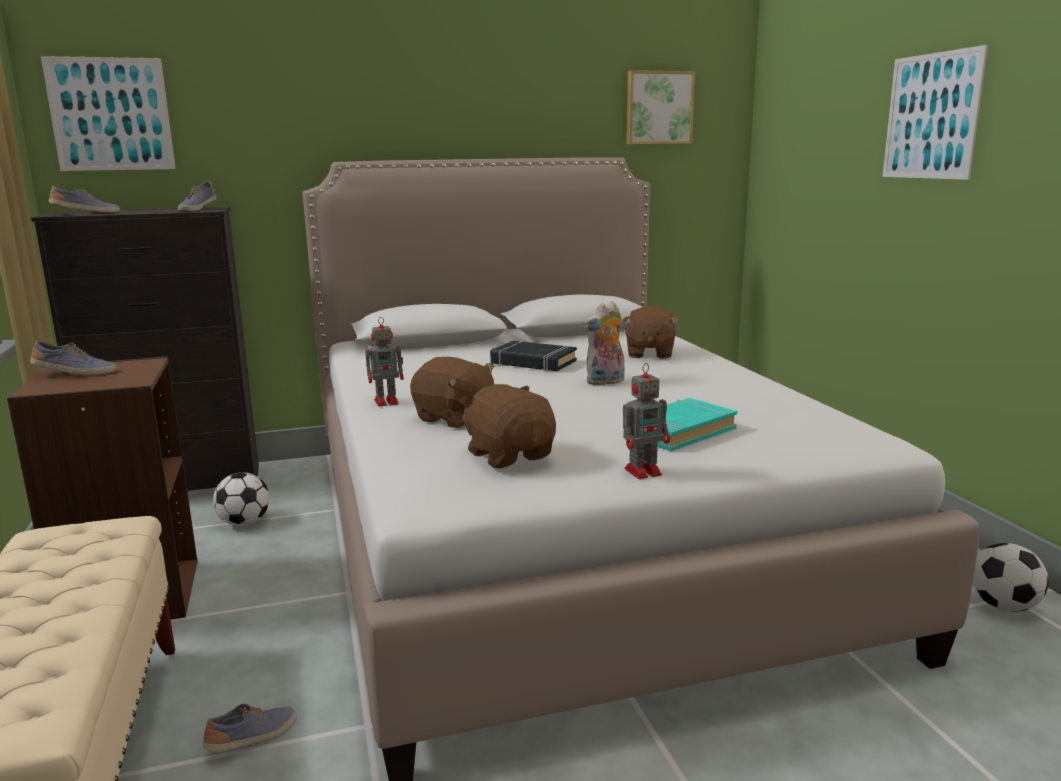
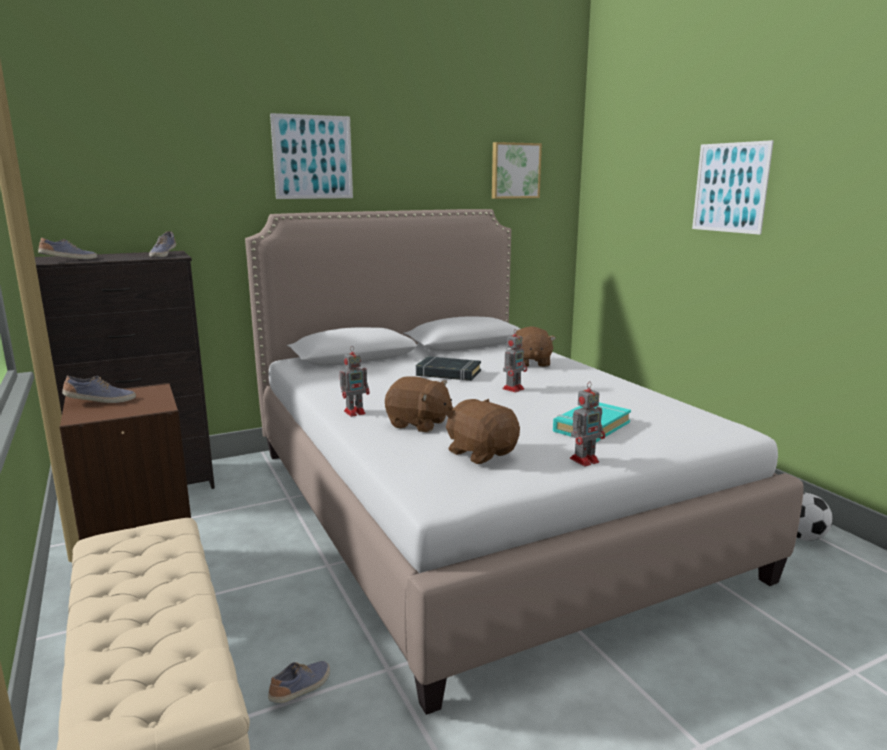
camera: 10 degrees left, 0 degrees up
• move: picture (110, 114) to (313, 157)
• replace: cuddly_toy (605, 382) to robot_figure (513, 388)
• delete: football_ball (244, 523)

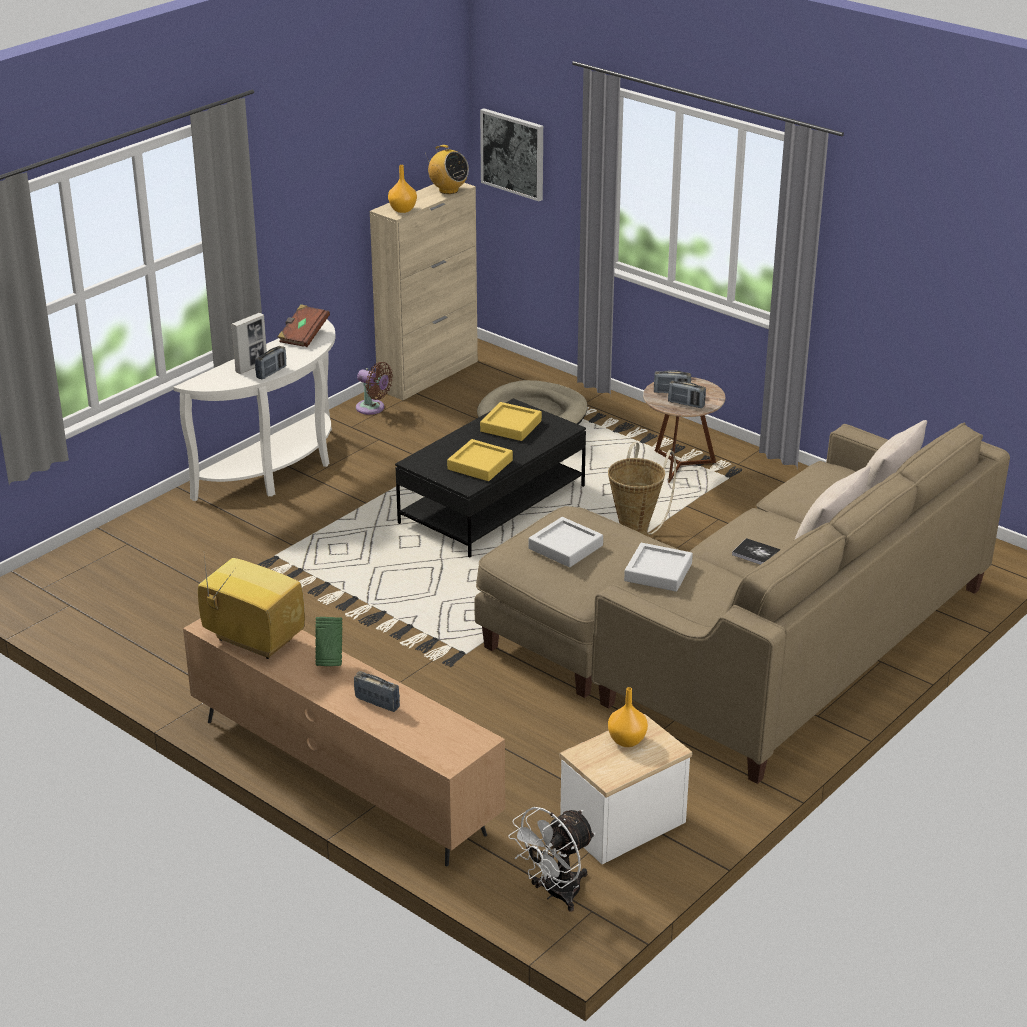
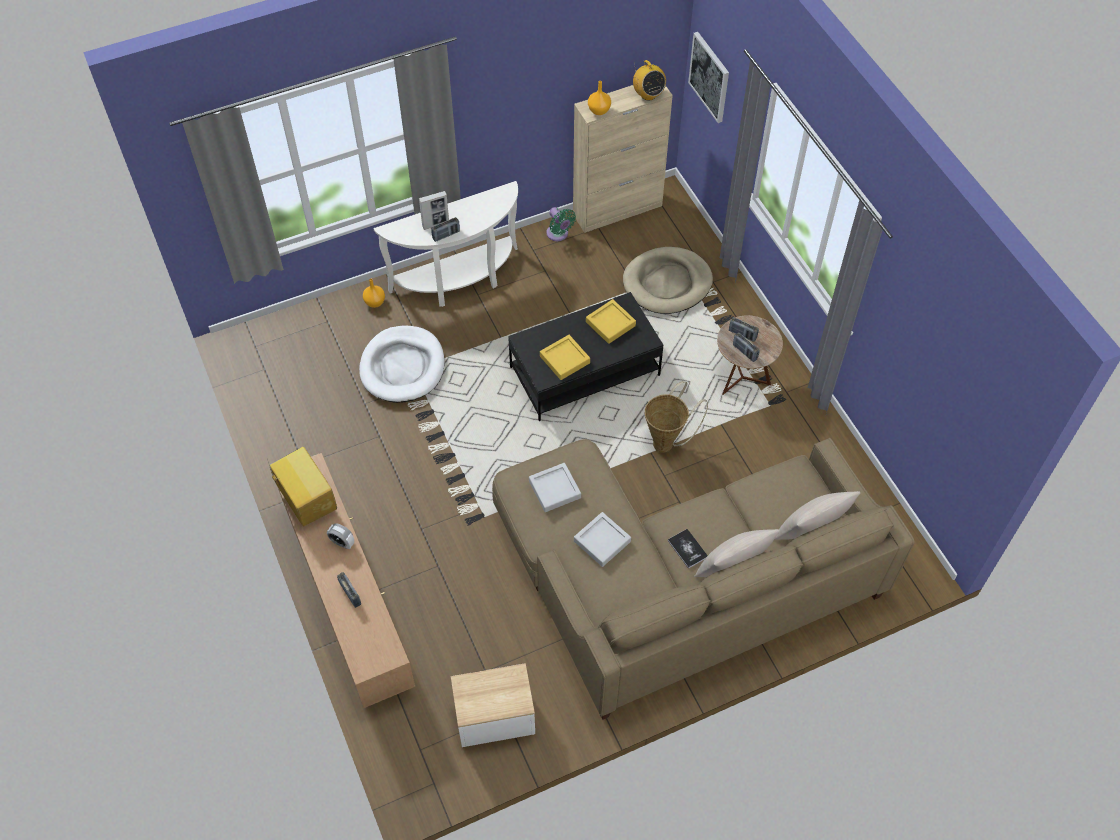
camera: 25 degrees right, 25 degrees up
• replace: green_vase (330, 662) to table_clock (342, 542)
• insert: white_pet_bed (402, 367)
• move: orange-coloured_vase (627, 740) to (375, 302)
• recolor: brown-coloured_fan (373, 408) to green_fan (558, 234)
• delete: brown-coloured_volume (303, 336)
• delete: white_fan (555, 894)

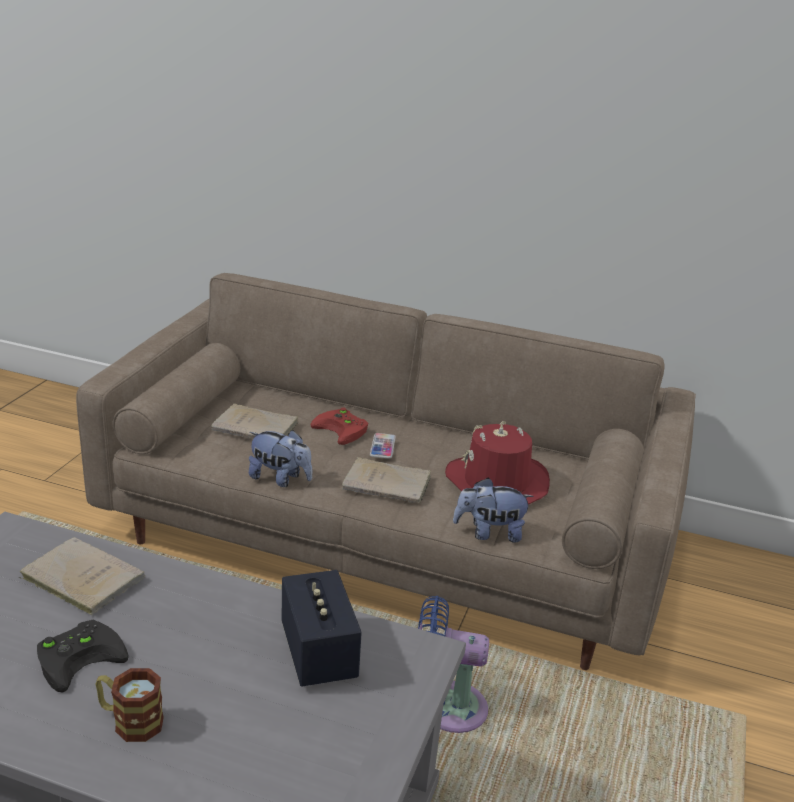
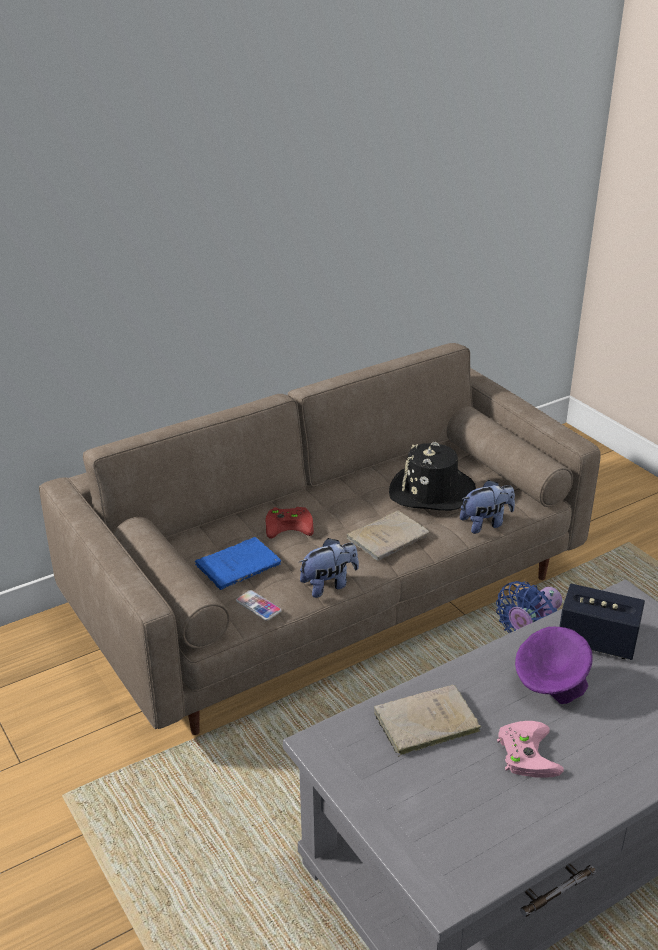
camera: 50 degrees left, 5 degrees up
• recolor: beige-coloured_volume (257, 428) to blue_volume (240, 565)
• move: phone (382, 446) to (258, 606)
• recolor: reddish_clothing_hat (496, 482) to black_clothing_hat (431, 491)
• rotate: cuddly_toy (489, 533) = (486, 523) 150 degrees counterclockwise
• recolor: black_gamepad (81, 656) to pink-coloured_gamepad (525, 752)
• insert: purplish_bowl (550, 688)
• delete: coffee_mug (130, 721)

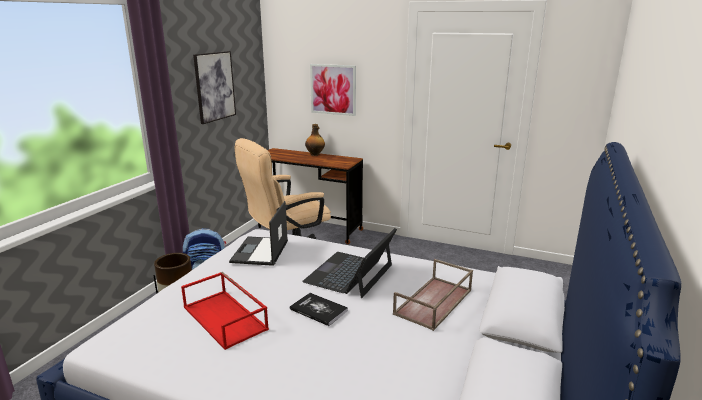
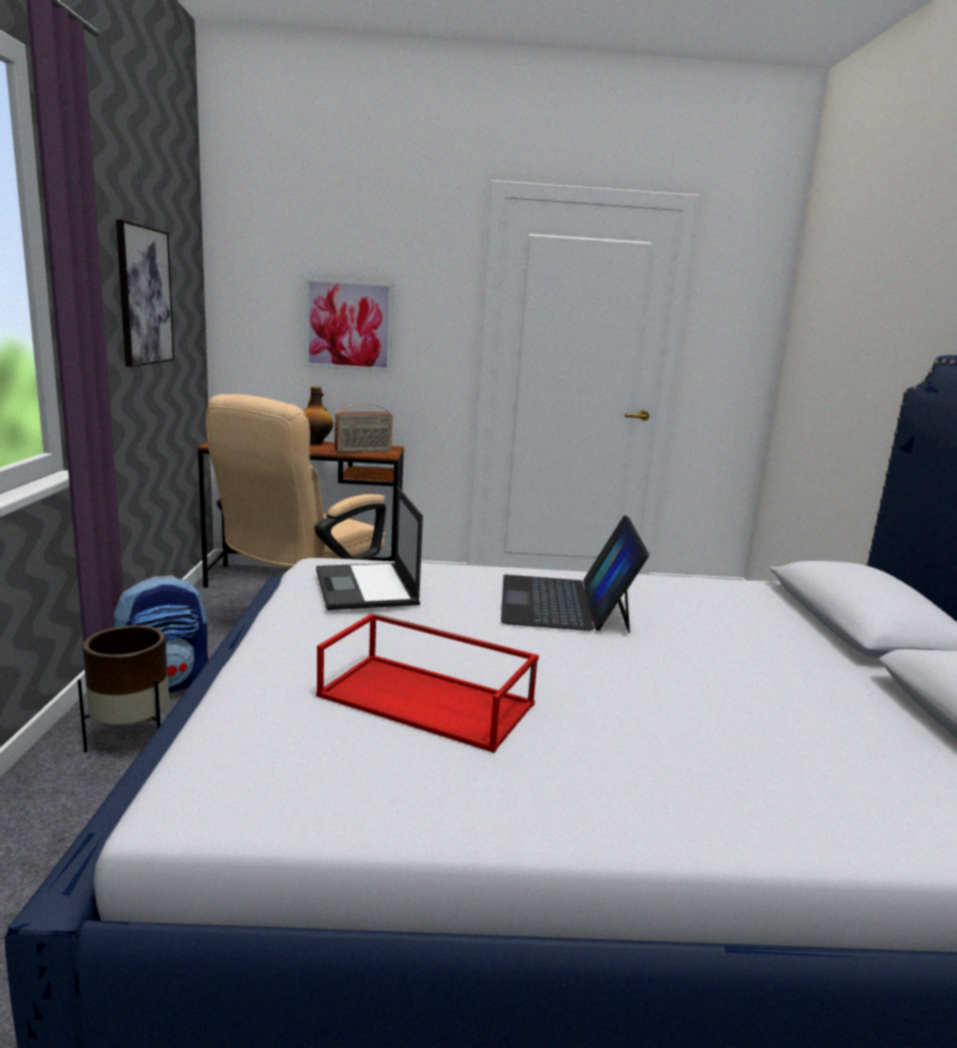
camera: 25 degrees left, 5 degrees down
• insert: radio_receiver (363, 451)
• delete: volume (318, 310)
• delete: brown-coloured_serving_tray (434, 302)

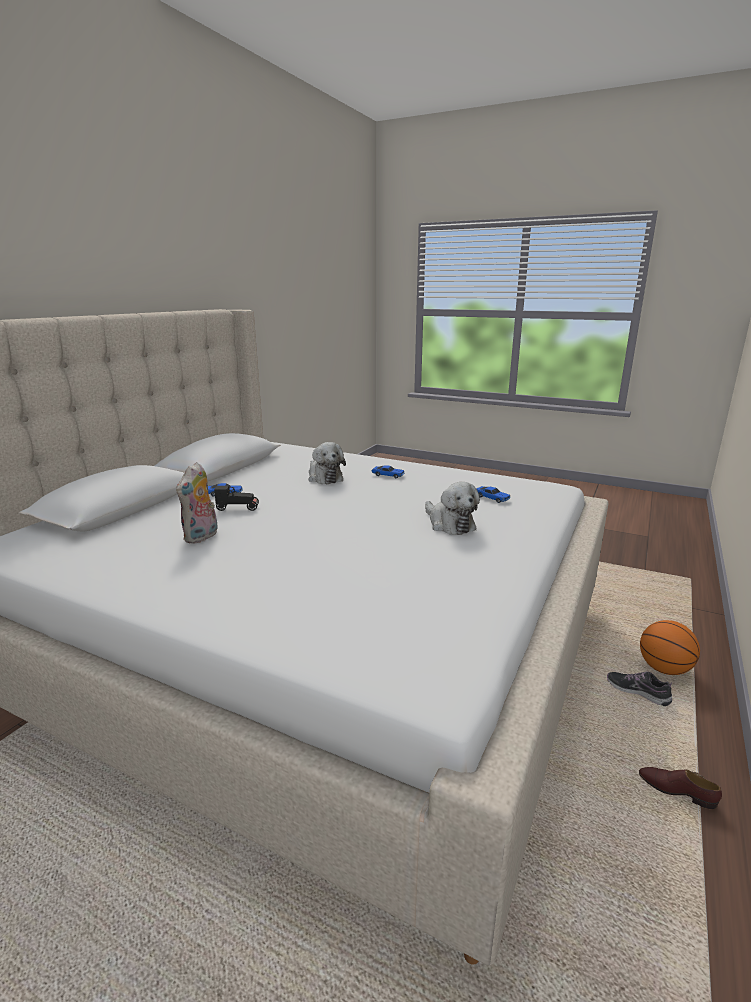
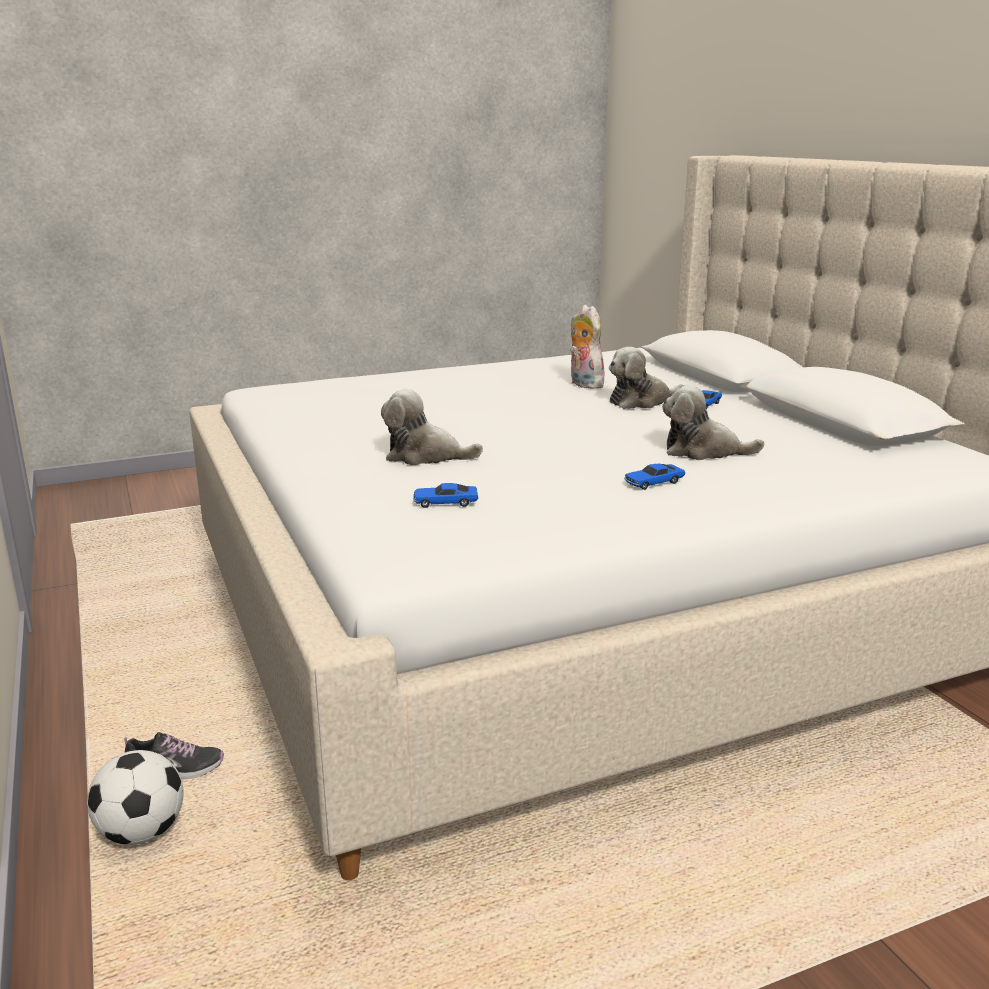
camera: 130 degrees right, 0 degrees up
• replace: basketball (664, 669) to football_ball (142, 832)
• replace: black_model_car (238, 508) to cuddly_toy (641, 402)
• delete: brown-coloured_shoe (676, 790)

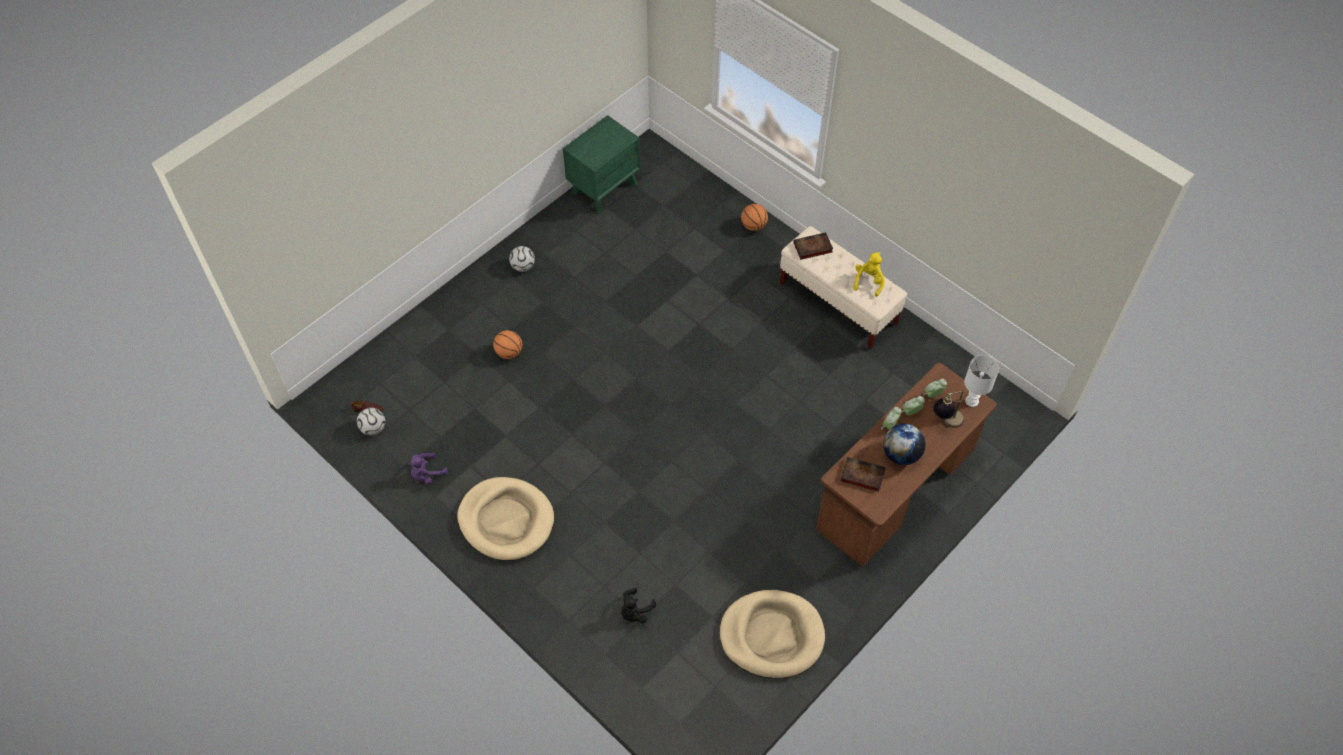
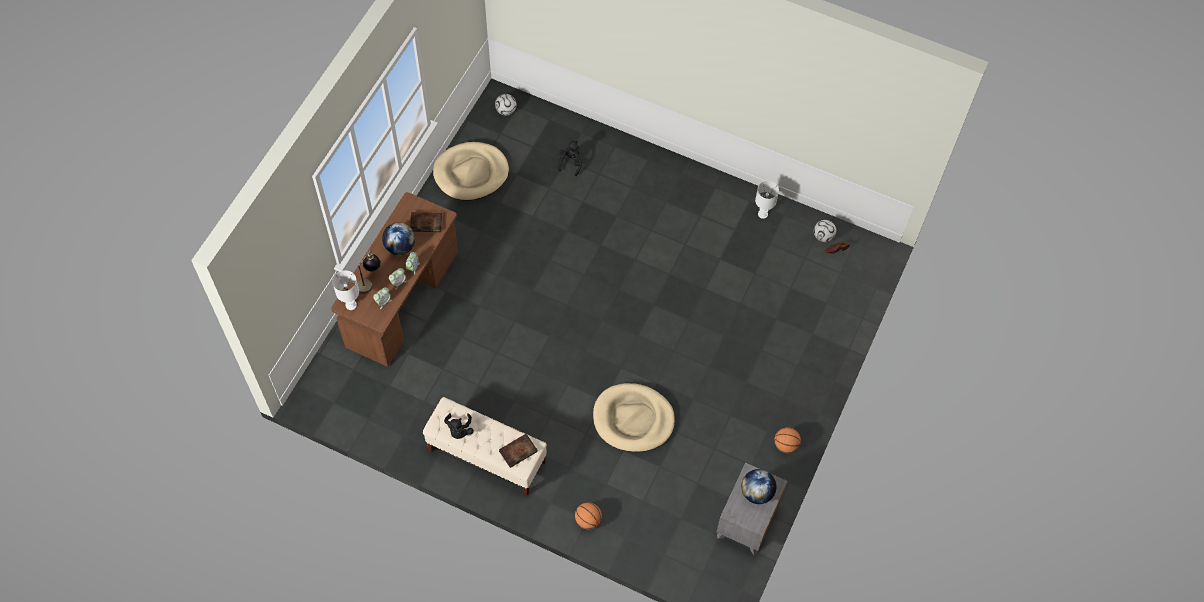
camera: 160 degrees right, 5 degrees up
• recolor: yellowish_cuddly_toy (868, 281) to black_cuddly_toy (459, 430)
• move: football_ball (523, 266) to (506, 111)
• move: beige-coloured_pet_bed (506, 520) to (633, 419)
• recolor: green_night_table (604, 187) to gray_night_table (747, 522)
• insert: globe (756, 492)
• replace: purplish_cuddly_toy (427, 474) to white_table_lamp (763, 214)
• move: basketball (509, 352) to (785, 445)

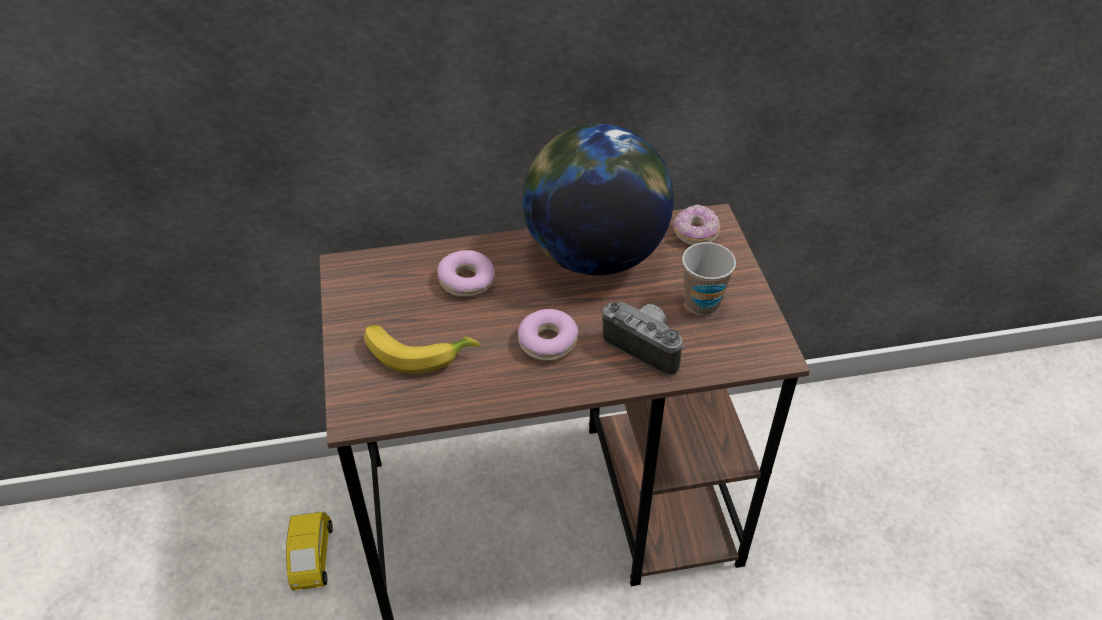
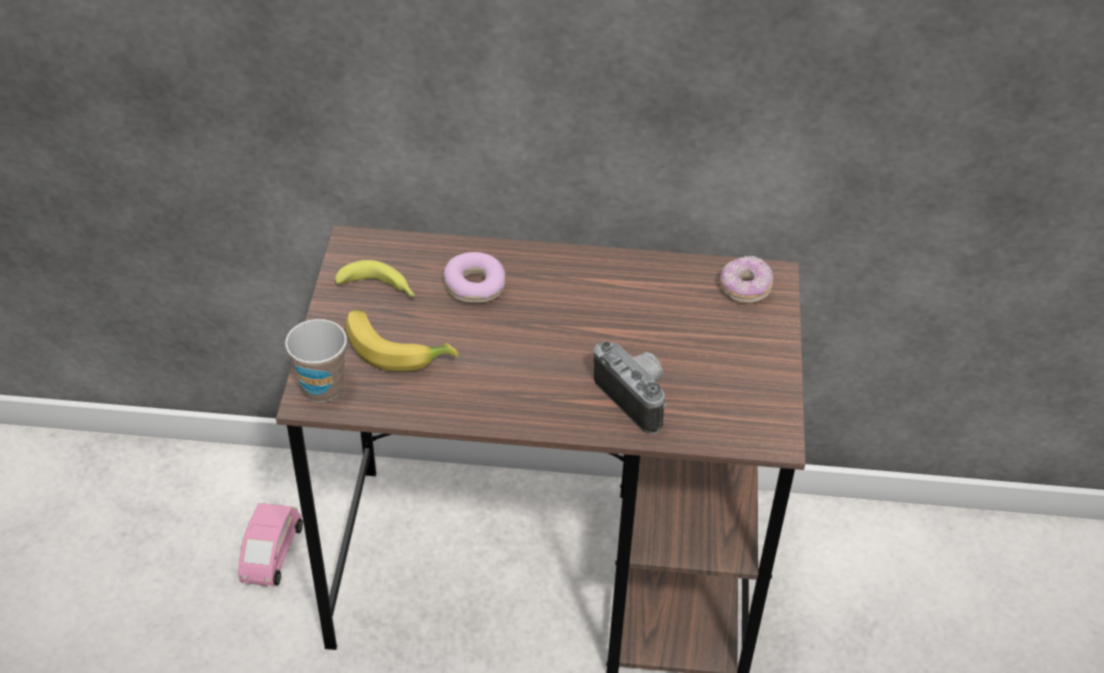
camera: 15 degrees right, 0 degrees up
• recolor: yellowish_model_car (311, 558) to pink-coloured_model_car (270, 555)
• move: small_cup (702, 303) to (322, 387)
• insert: banana (379, 289)
• delete: ring_doughnut (548, 341)
• delete: globe (594, 254)

